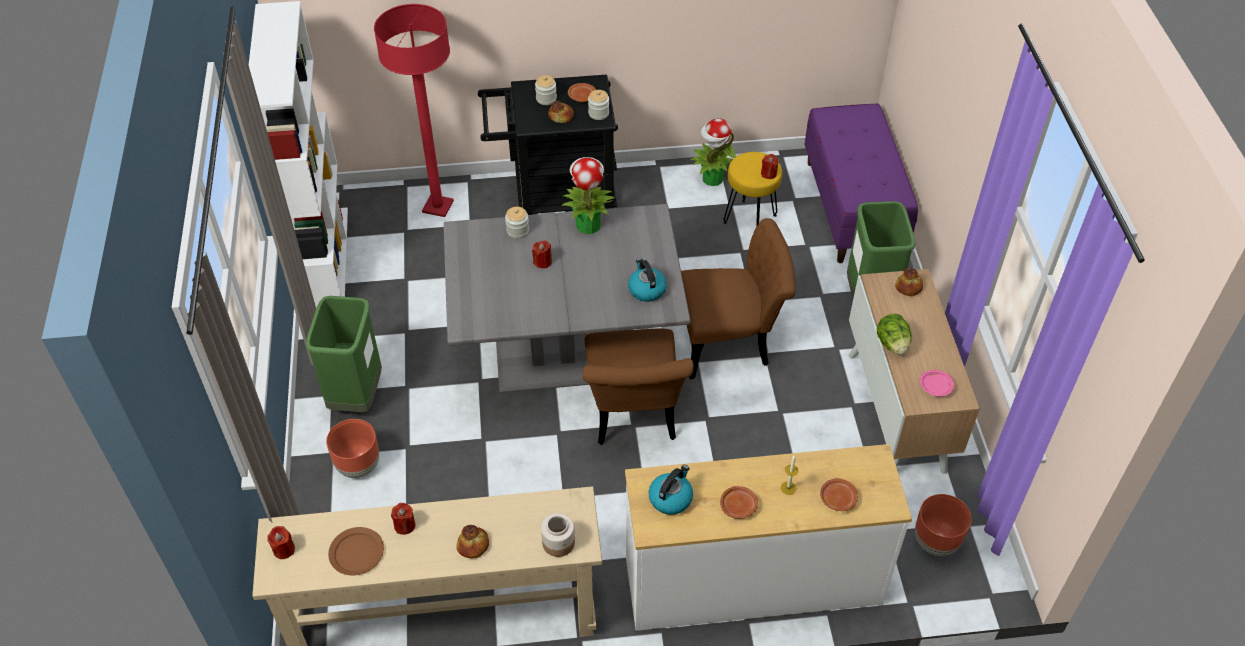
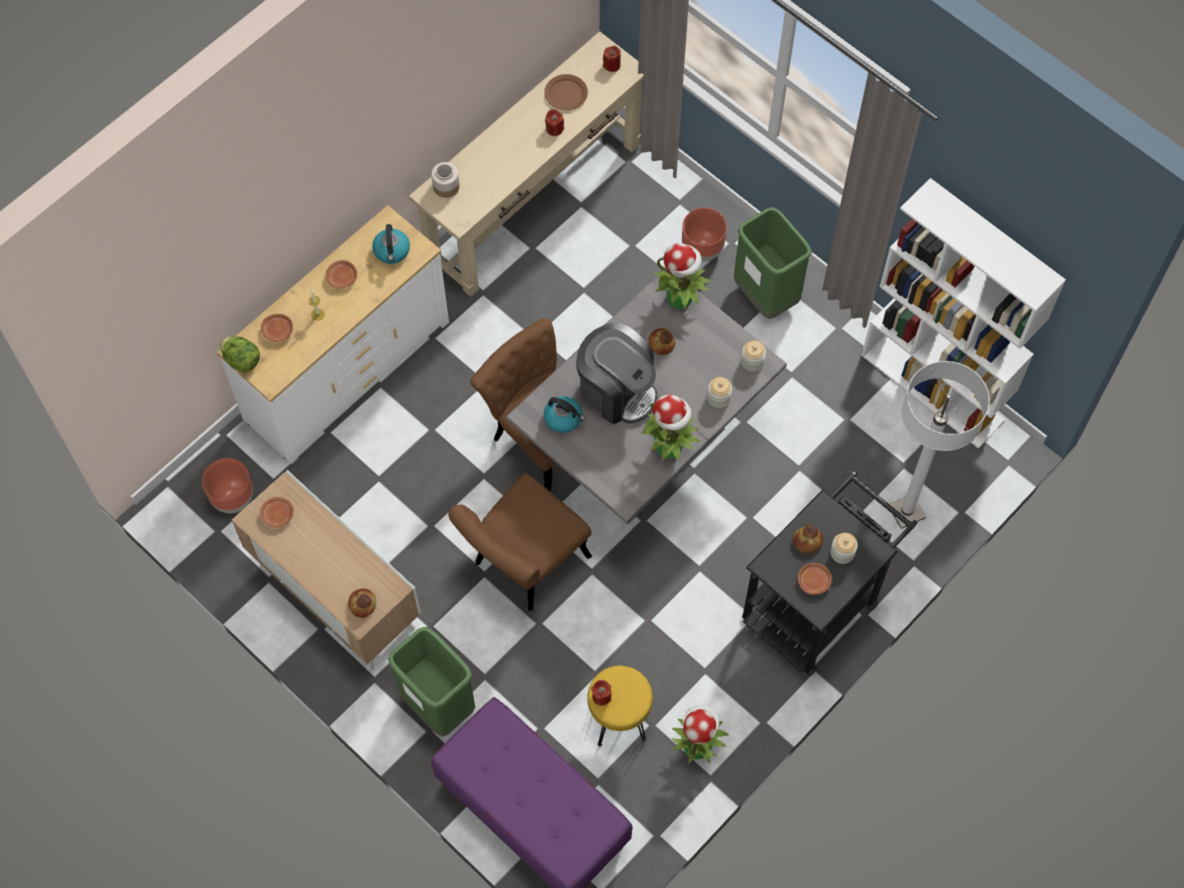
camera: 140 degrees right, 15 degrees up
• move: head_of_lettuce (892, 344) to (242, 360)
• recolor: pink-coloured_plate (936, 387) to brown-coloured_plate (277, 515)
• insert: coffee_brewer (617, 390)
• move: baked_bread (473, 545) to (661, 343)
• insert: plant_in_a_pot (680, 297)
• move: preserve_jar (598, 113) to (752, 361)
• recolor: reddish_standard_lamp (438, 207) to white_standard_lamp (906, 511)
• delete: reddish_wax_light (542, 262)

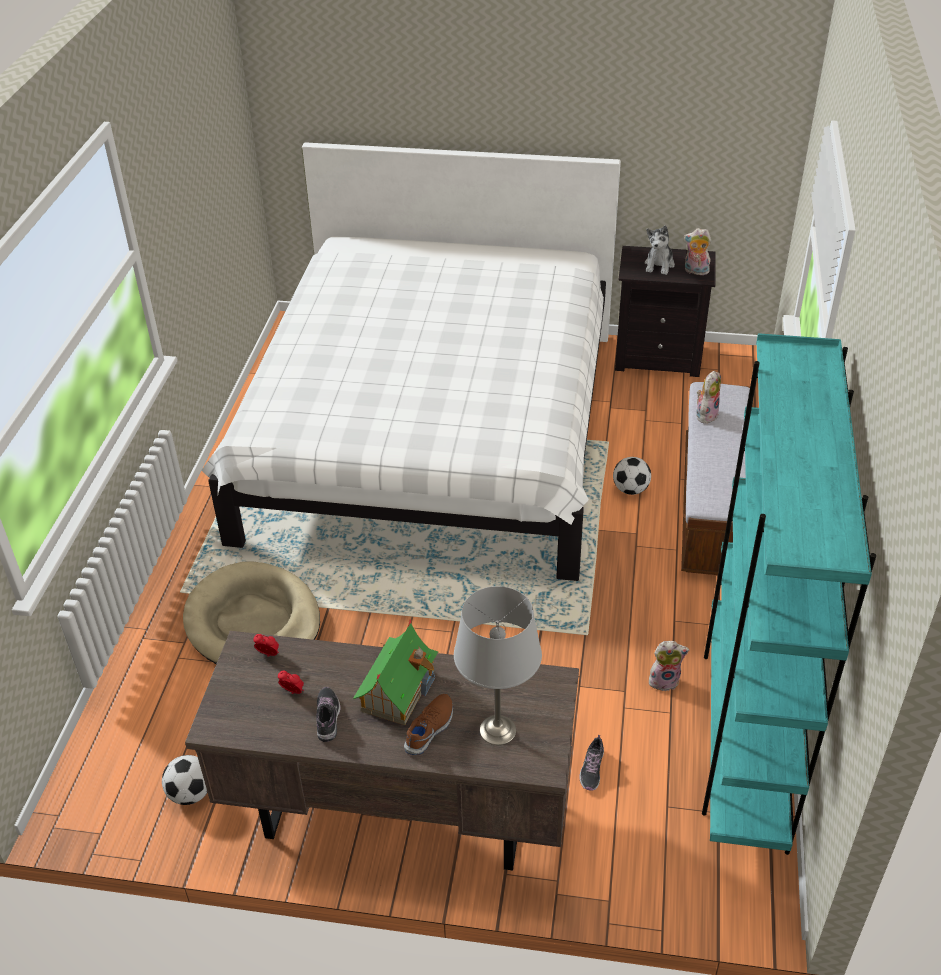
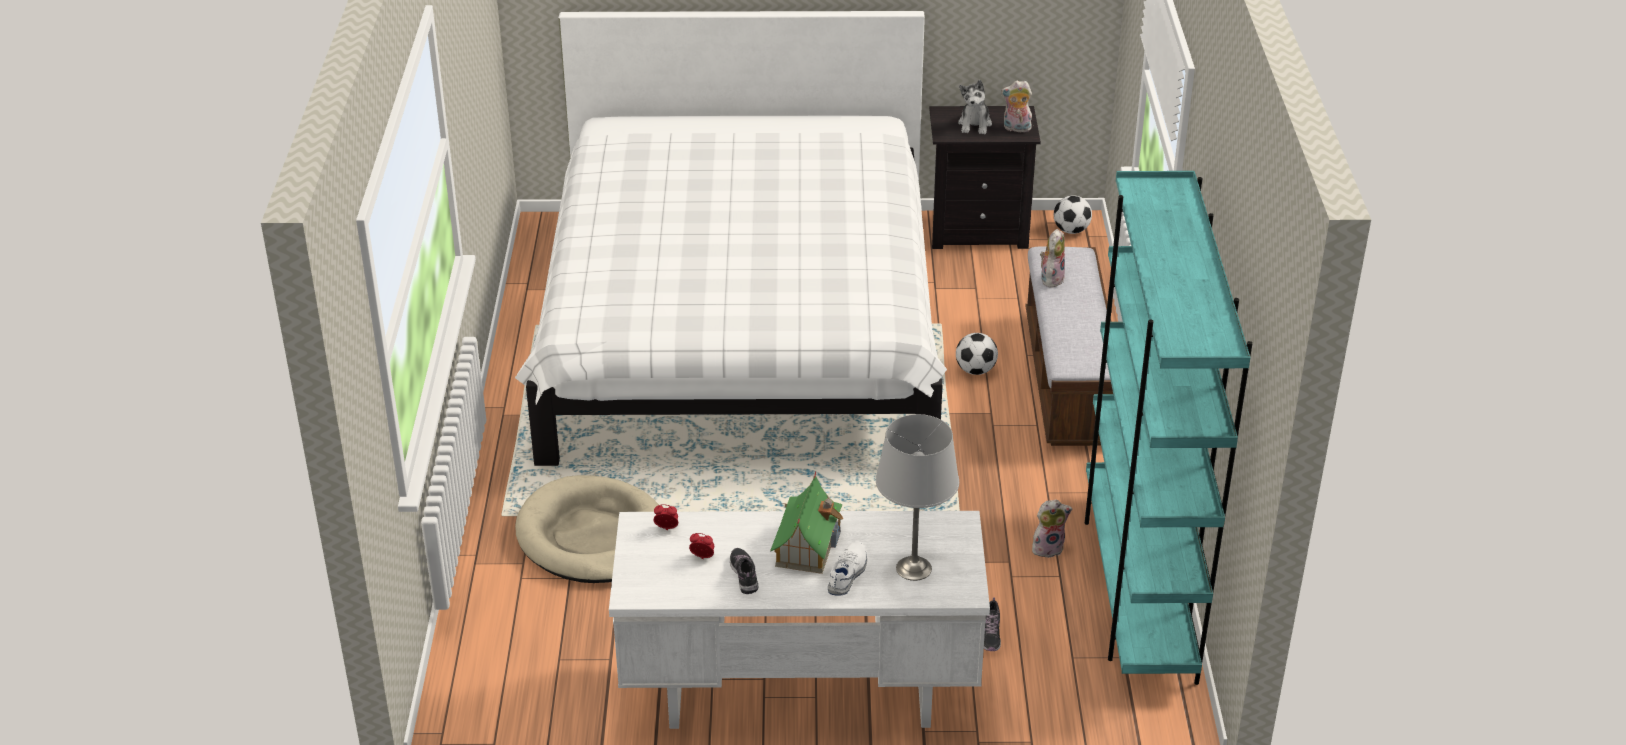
camera: 10 degrees left, 5 degrees down
• recolor: brown-coloured_desk_table (395, 811) to white_desk_table (798, 691)
• recolor: brown-coloured_shoe (430, 728) to white_shoe (848, 574)
• move: football_ball (190, 793) to (1071, 230)

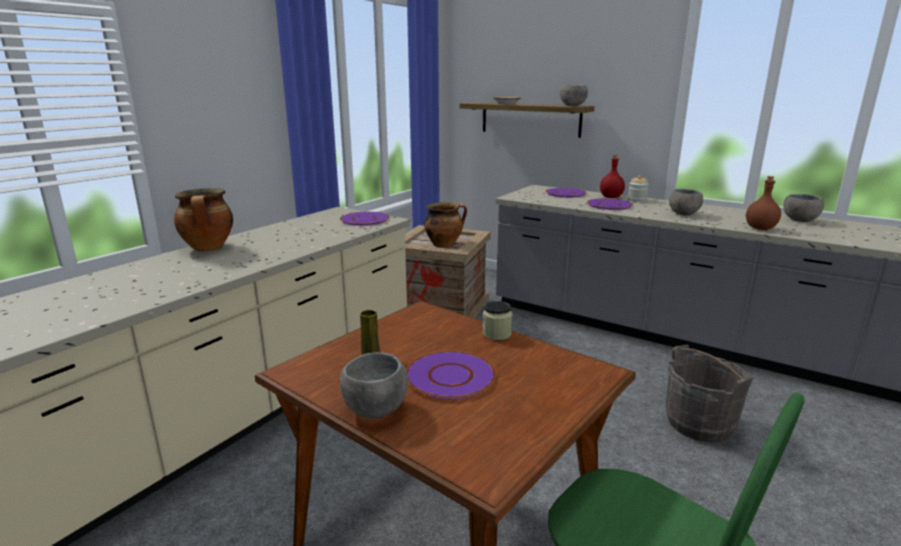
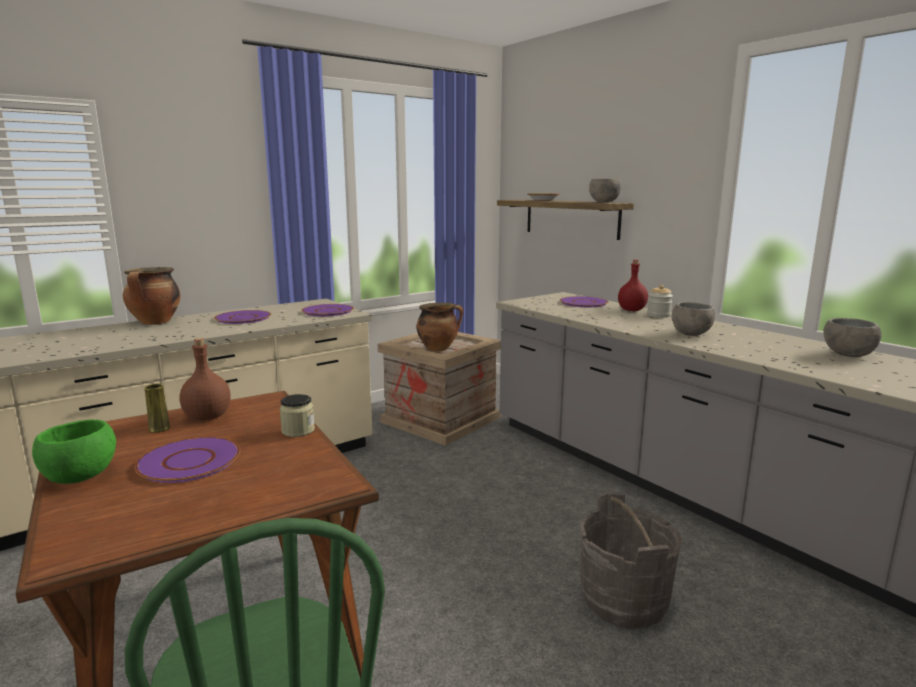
camera: 20 degrees right, 5 degrees down
• recolor: gray_bowl (375, 410) to green_bowl (79, 477)
• move: brown-coloured_drink_bottle (760, 228) to (208, 417)
• move: purplish_plate (609, 205) to (243, 318)

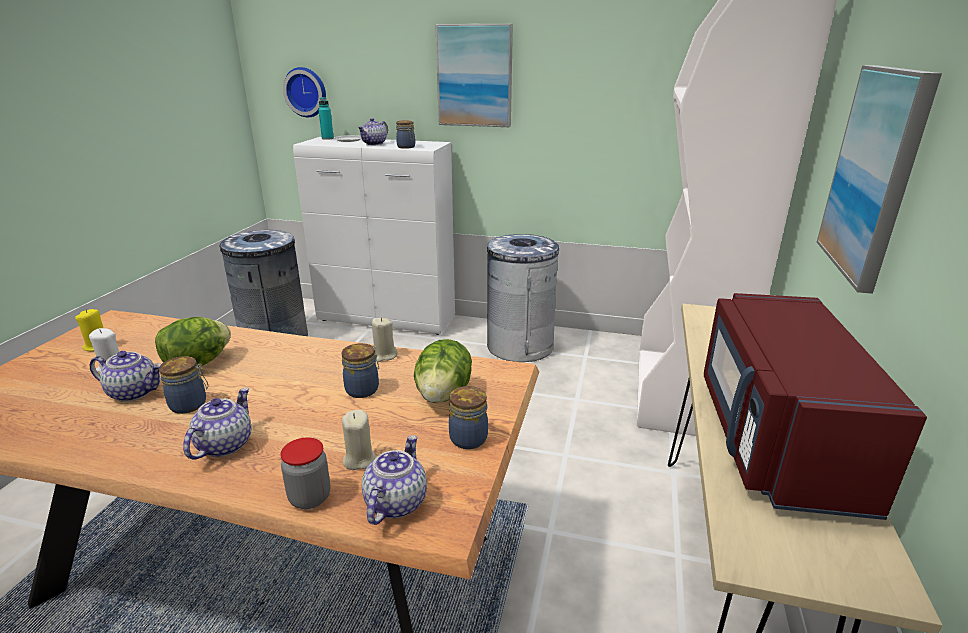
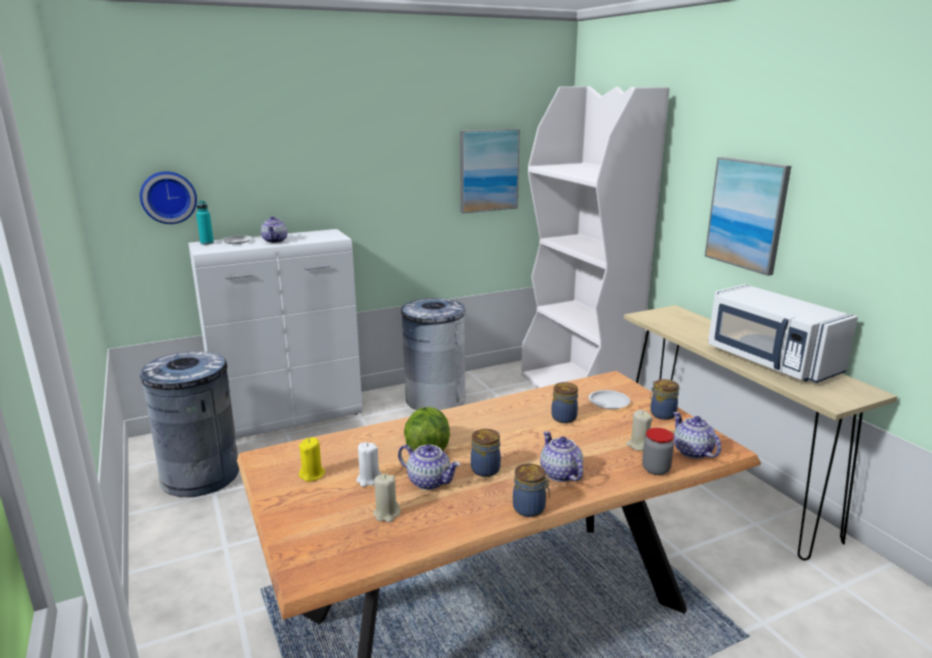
camera: 40 degrees left, 5 degrees down
• move: beige-coloured_wax_light (384, 356) to (387, 514)
• rotate: pot_for_tea (135, 392) = (429, 481) 60 degrees clockwise
• move: picture (474, 76) to (488, 170)
• move: preserve_jar (406, 147) to (530, 509)
• replace: head_of_lettuce (443, 395) to white_plate (609, 402)
• recolor: reddish_microwave_oven (774, 439) to white_microwave_oven (769, 361)

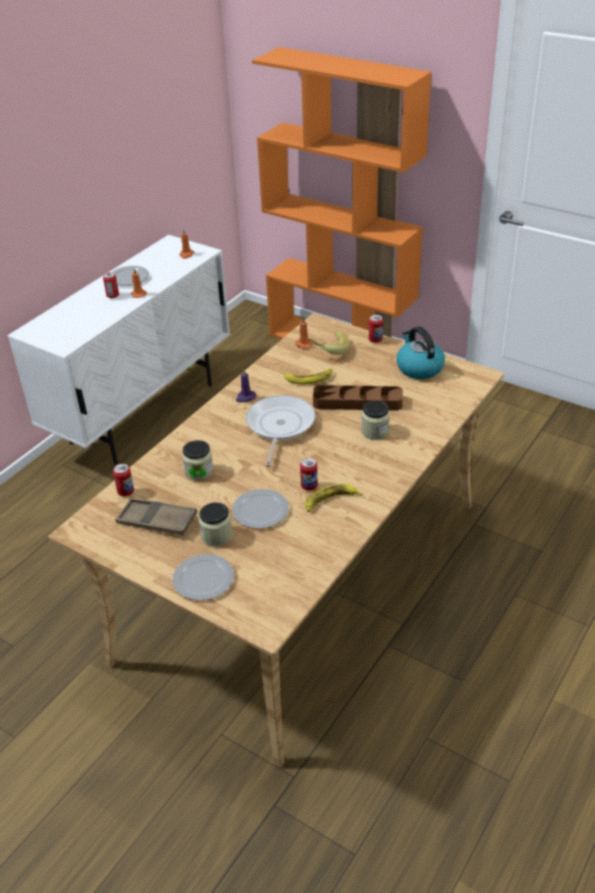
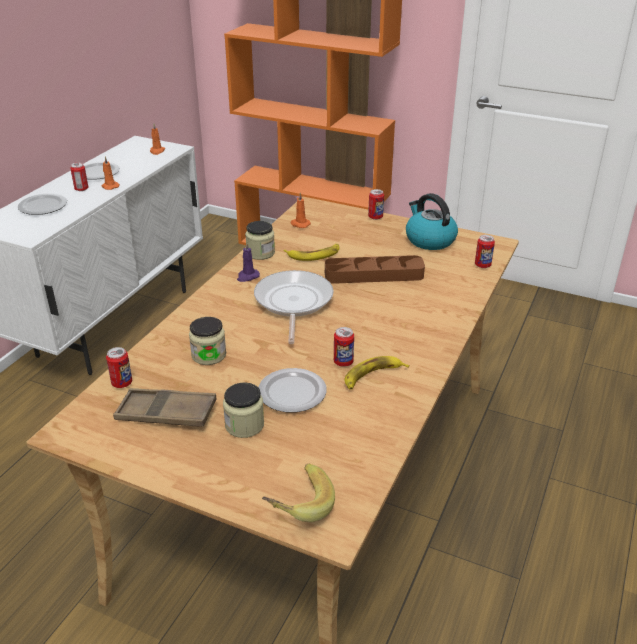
camera: 10 degrees left, 5 degrees down
• move: plate (204, 578) to (43, 206)
• move: preserve_jar (375, 431) to (260, 253)
• move: banana (328, 350) to (297, 505)
• insert: sealed_can (482, 265)

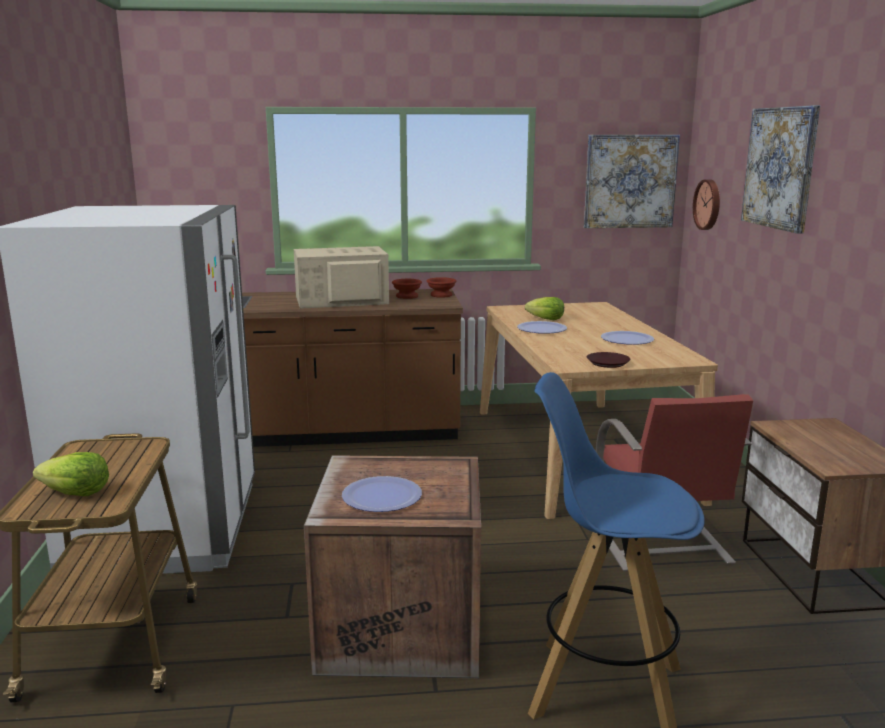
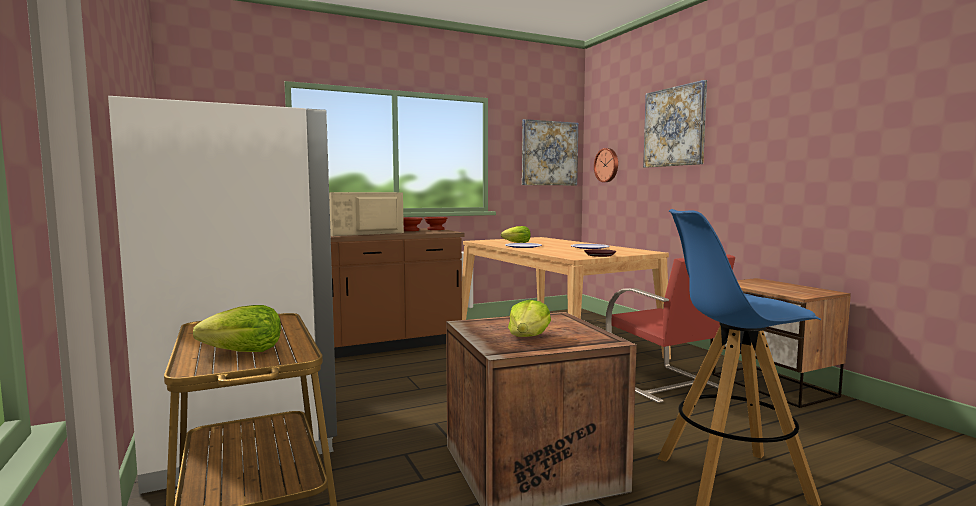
camera: 20 degrees left, 10 degrees down
• replace: plate (382, 496) to head_of_lettuce (528, 337)

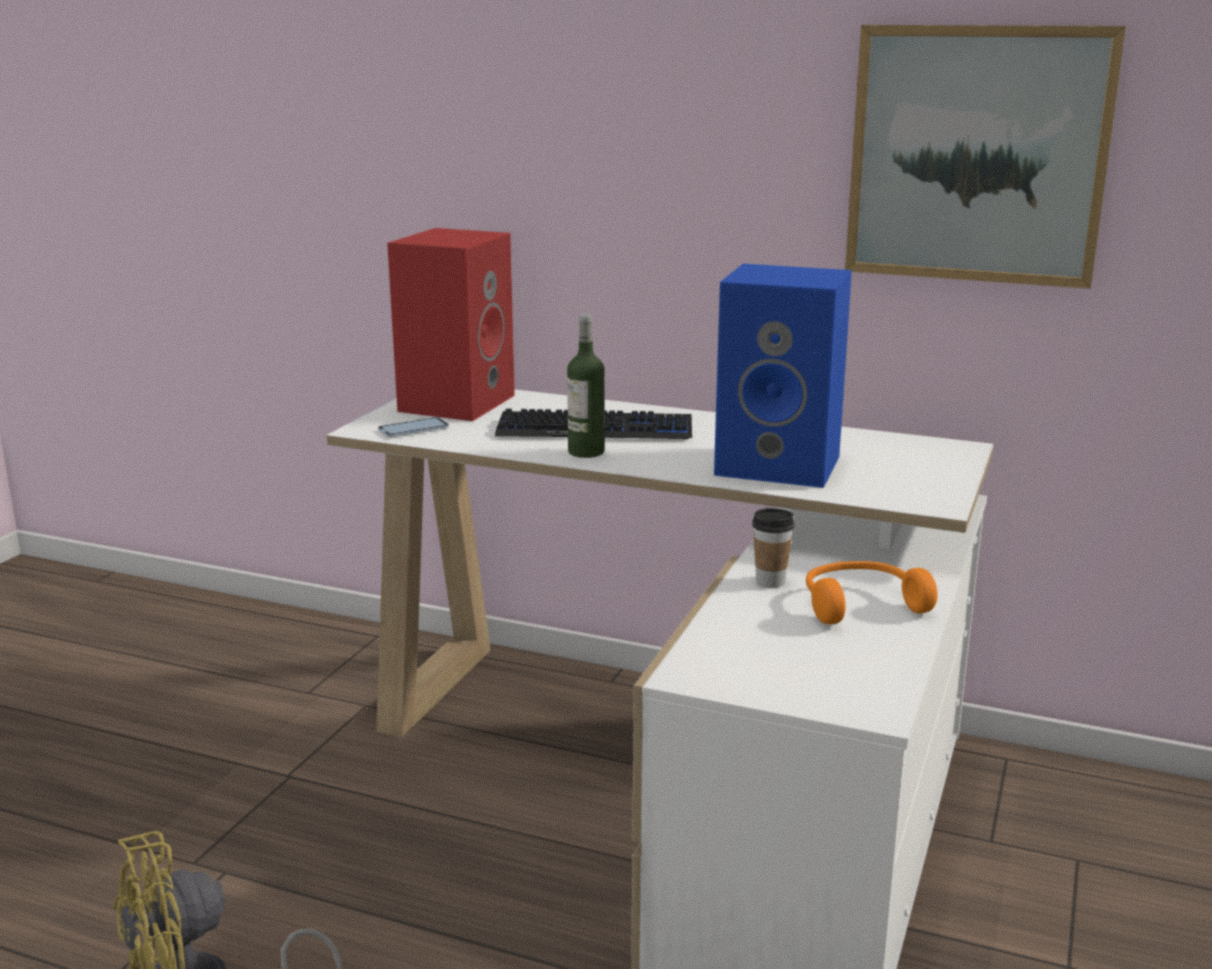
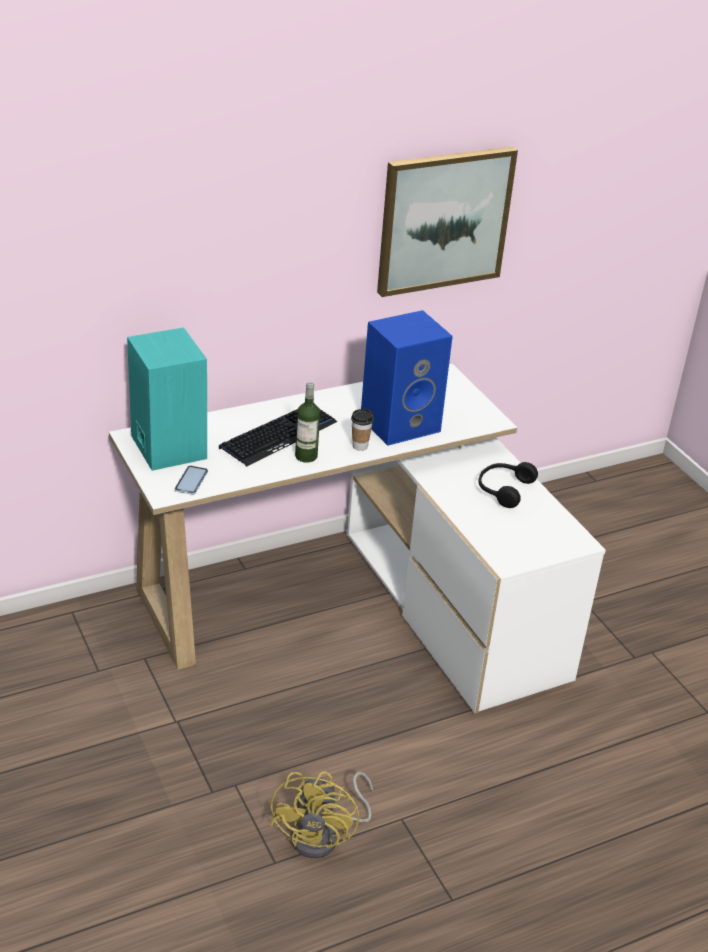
camera: 50 degrees left, 15 degrees up
• recolor: reddish_loudspeaker (456, 402) to turquoise-coloured_loudspeaker (166, 446)
• move: small_cup (770, 581) to (360, 446)
• recolor: orange-coloured_headphones (860, 604) to black_headphones (503, 489)

